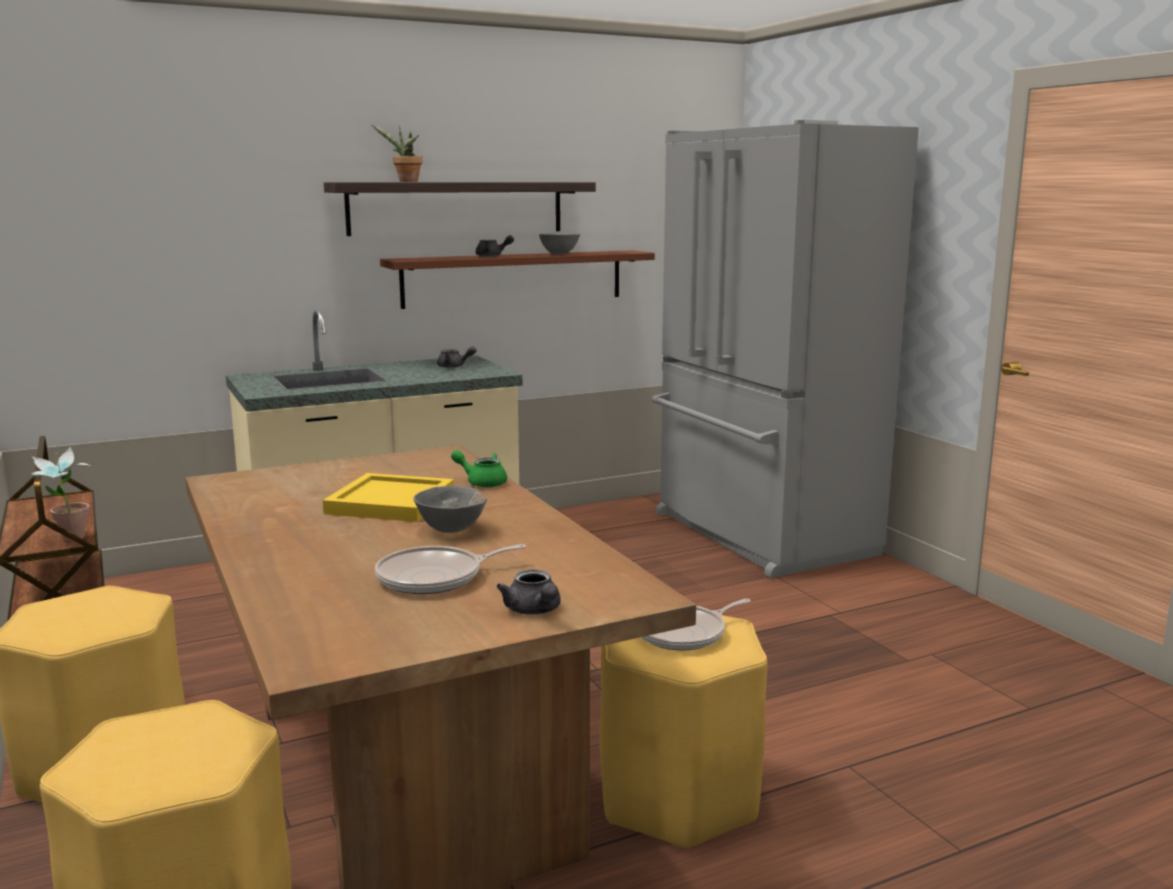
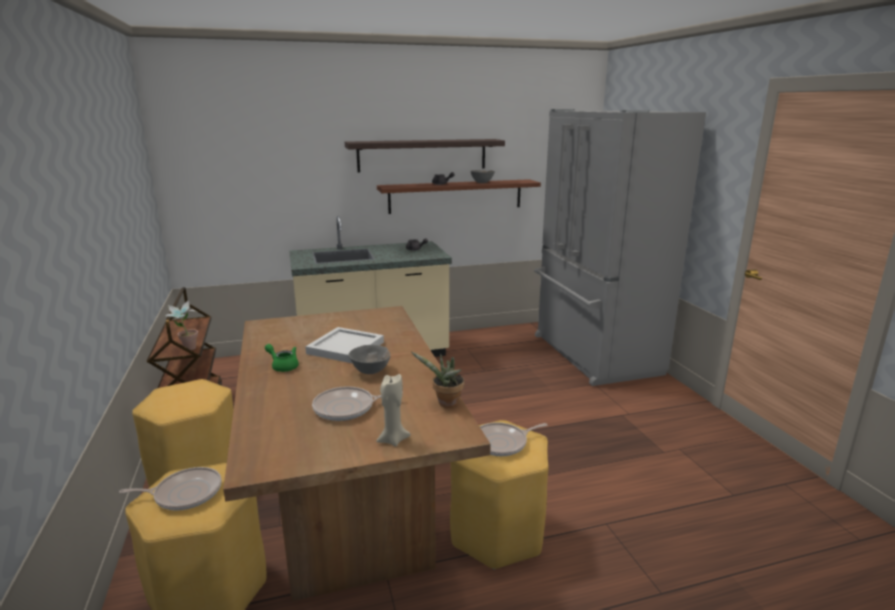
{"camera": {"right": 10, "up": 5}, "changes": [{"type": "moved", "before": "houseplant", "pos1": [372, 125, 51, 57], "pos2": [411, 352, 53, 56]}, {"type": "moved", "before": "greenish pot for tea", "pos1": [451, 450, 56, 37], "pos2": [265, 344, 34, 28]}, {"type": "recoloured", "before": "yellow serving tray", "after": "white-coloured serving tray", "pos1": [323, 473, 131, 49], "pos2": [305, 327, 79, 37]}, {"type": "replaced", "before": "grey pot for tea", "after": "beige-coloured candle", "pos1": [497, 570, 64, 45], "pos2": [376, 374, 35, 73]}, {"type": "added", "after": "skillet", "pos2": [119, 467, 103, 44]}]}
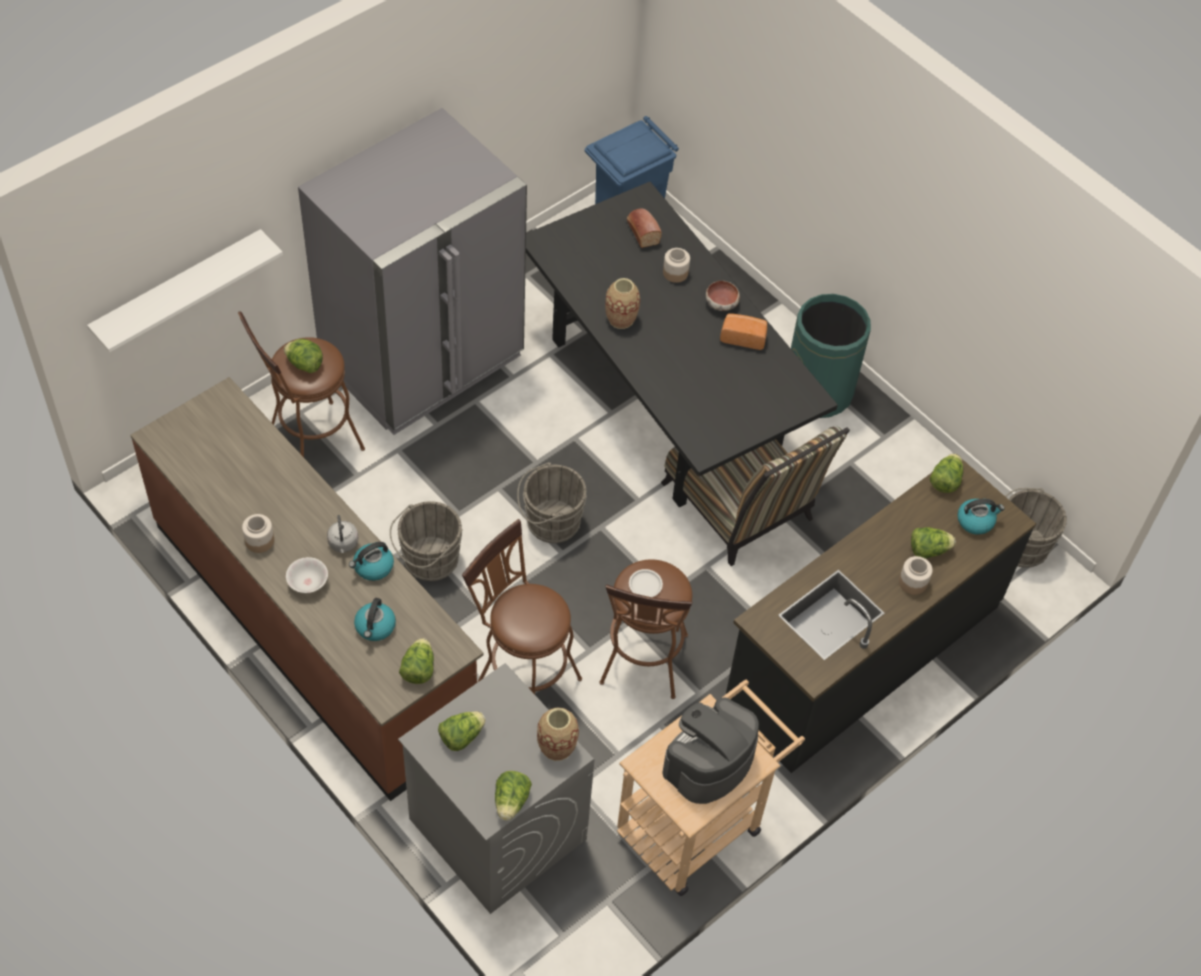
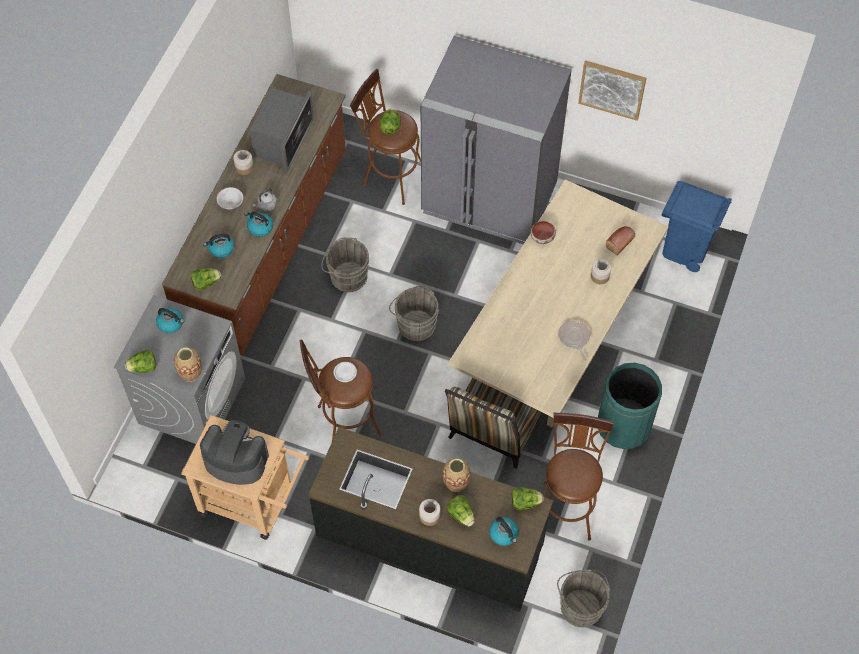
{"camera": {"right": 65, "up": 5}, "changes": [{"type": "recoloured", "before": "black dining table", "after": "beige-coloured dining table", "pos1": [526, 182, 312, 325], "pos2": [448, 179, 221, 248]}, {"type": "removed", "before": "white-coloured bracket shelf", "pos1": [87, 229, 196, 123]}, {"type": "moved", "before": "decorative vase", "pos1": [605, 278, 35, 51], "pos2": [443, 458, 27, 34]}, {"type": "moved", "before": "serving bowl", "pos1": [706, 281, 34, 30], "pos2": [531, 221, 25, 23]}, {"type": "replaced", "before": "baked bread", "after": "skillet", "pos1": [720, 314, 47, 36], "pos2": [558, 320, 32, 41]}, {"type": "moved", "before": "brownish stool", "pos1": [462, 519, 120, 175], "pos2": [543, 413, 71, 128]}, {"type": "replaced", "before": "head of lettuce", "after": "tea kettle", "pos1": [438, 711, 47, 40], "pos2": [156, 308, 28, 25]}, {"type": "added", "after": "wall picture", "pos2": [578, 60, 68, 61]}, {"type": "added", "after": "kitchen microwave", "pos2": [250, 88, 64, 86]}]}
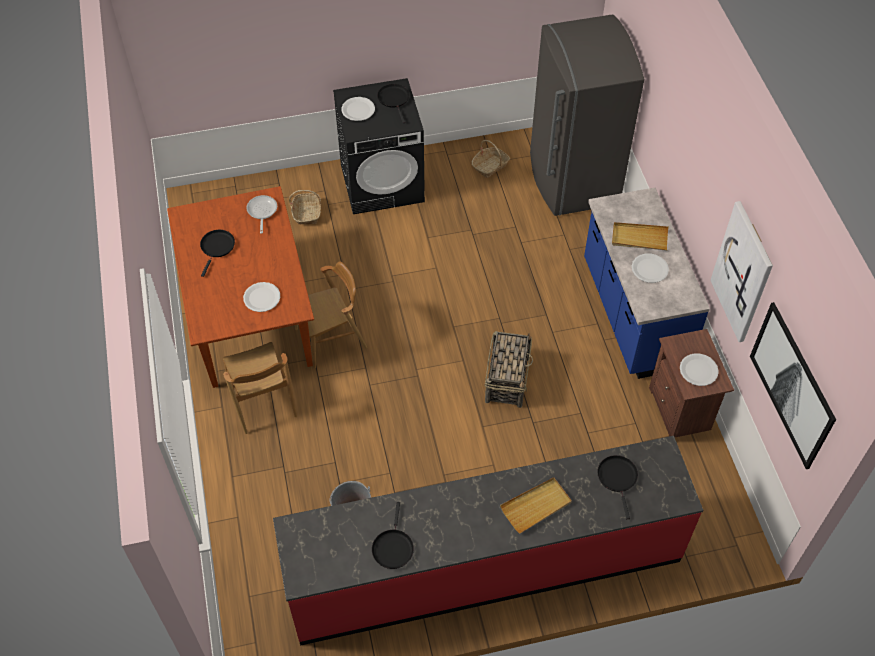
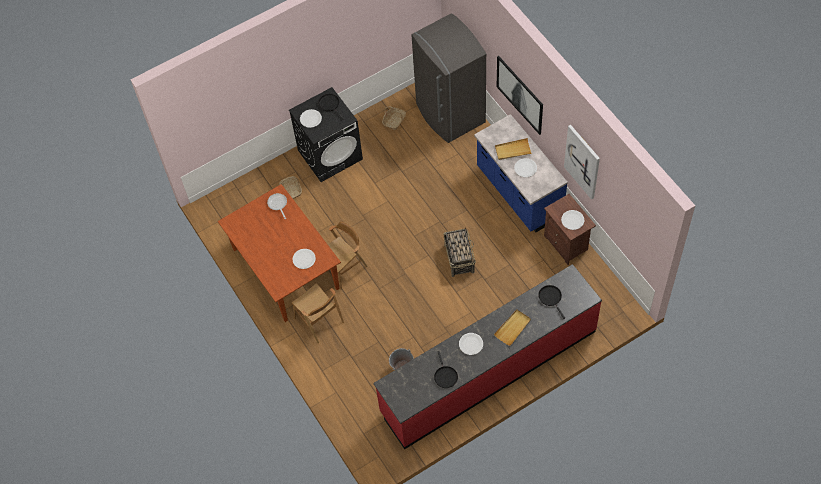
{"camera": {"right": -15, "up": 5}, "changes": [{"type": "removed", "before": "black skillet", "pos1": [200, 230, 35, 47]}, {"type": "moved", "before": "wall picture", "pos1": [750, 302, 86, 167], "pos2": [497, 56, 46, 79]}, {"type": "added", "after": "white-coloured dinner plate", "pos2": [459, 333, 24, 22]}]}
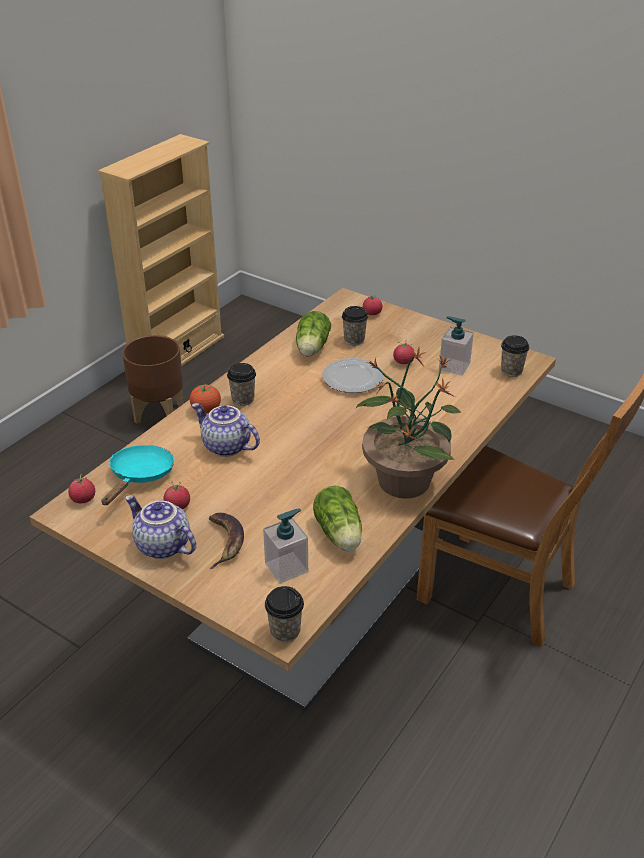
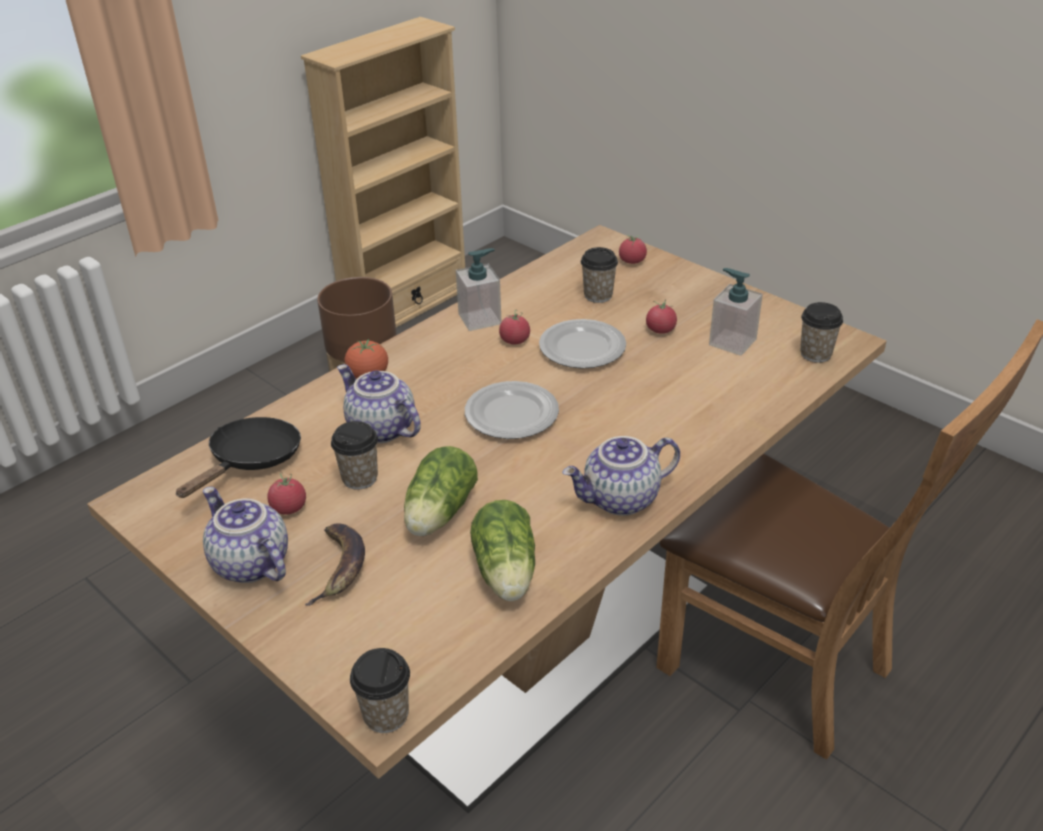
{"camera": {"right": 10, "up": 0}, "changes": [{"type": "moved", "before": "head of lettuce", "pos1": [296, 311, 35, 45], "pos2": [404, 446, 74, 90]}, {"type": "replaced", "before": "houseplant", "after": "pot for tea", "pos1": [355, 348, 106, 151], "pos2": [562, 436, 118, 80]}, {"type": "moved", "before": "small cup", "pos1": [227, 363, 29, 43], "pos2": [331, 421, 47, 69]}, {"type": "recoloured", "before": "blue-green skillet", "after": "black skillet", "pos1": [102, 445, 72, 60], "pos2": [176, 417, 125, 81]}, {"type": "moved", "before": "whole tomato", "pos1": [68, 474, 27, 29], "pos2": [499, 310, 31, 34]}, {"type": "moved", "before": "soap dispenser", "pos1": [263, 508, 45, 76], "pos2": [456, 248, 45, 83]}, {"type": "added", "after": "dinner plate", "pos2": [465, 381, 94, 58]}]}
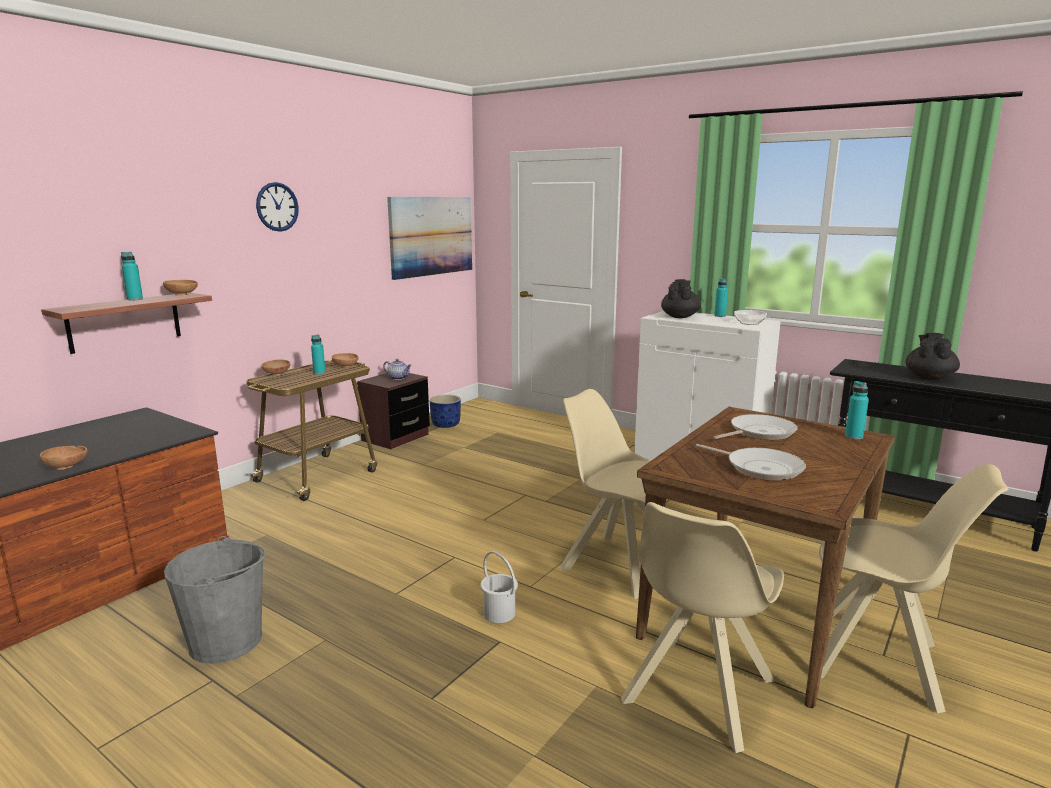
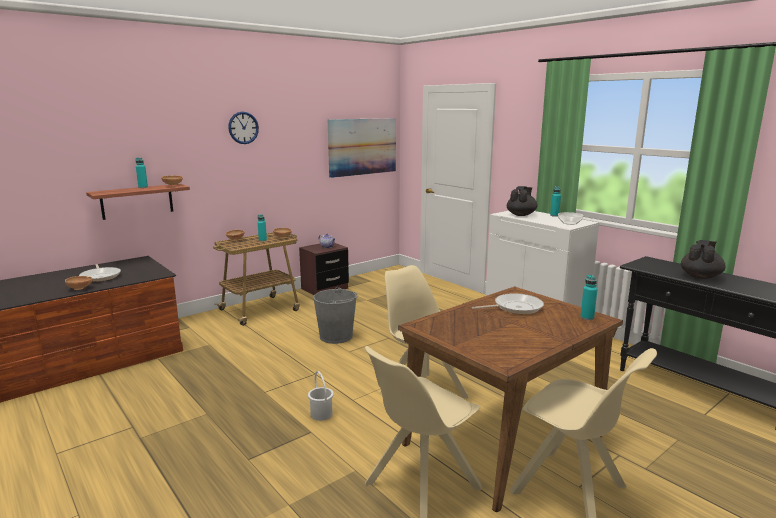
{"camera": {"right": 15, "up": 0}, "changes": [{"type": "removed", "before": "blue planter", "pos1": [429, 395, 32, 33]}, {"type": "moved", "before": "skillet", "pos1": [696, 444, 110, 37], "pos2": [79, 264, 42, 18]}, {"type": "moved", "before": "grey bucket", "pos1": [164, 536, 102, 128], "pos2": [313, 287, 45, 57]}]}
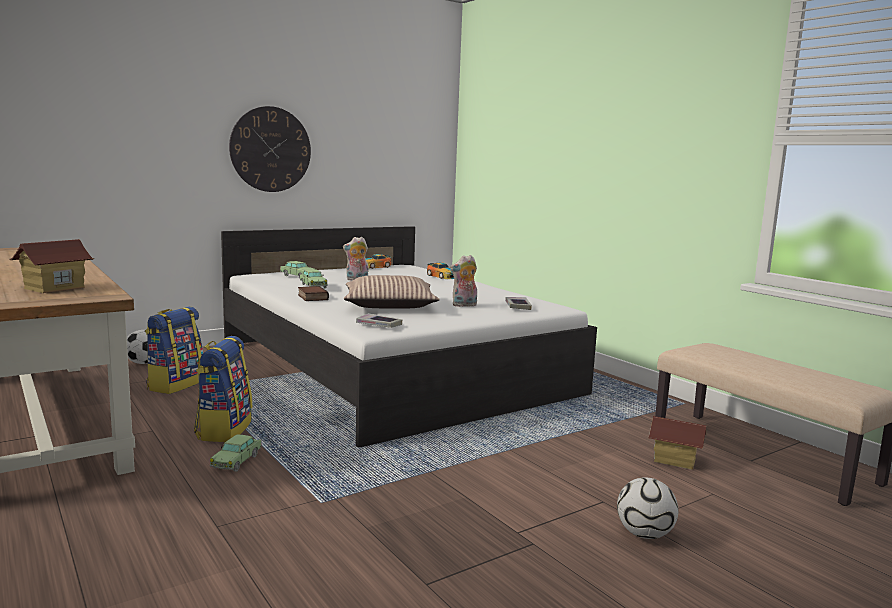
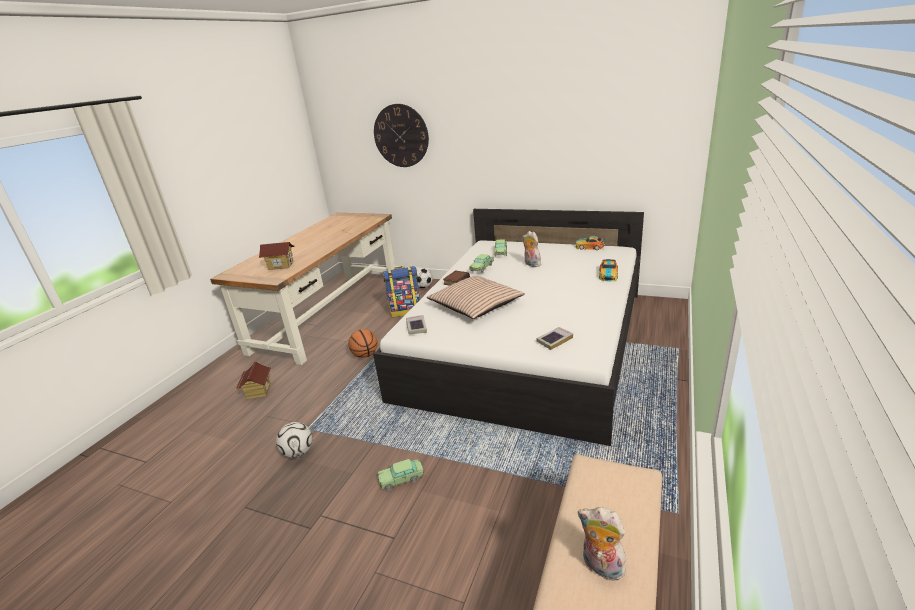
{"camera": {"right": 60, "up": 15}, "changes": [{"type": "moved", "before": "hanging clock", "pos1": [229, 106, 82, 86], "pos2": [374, 104, 55, 63]}, {"type": "moved", "before": "plush toy", "pos1": [450, 255, 27, 52], "pos2": [578, 507, 50, 75]}, {"type": "replaced", "before": "backpack", "after": "basketball ball", "pos1": [194, 336, 58, 106], "pos2": [348, 329, 30, 29]}, {"type": "moved", "before": "miniature house", "pos1": [649, 416, 57, 54], "pos2": [236, 361, 35, 38]}, {"type": "moved", "before": "toy car", "pos1": [210, 434, 51, 38], "pos2": [378, 459, 46, 32]}, {"type": "moved", "before": "ball for football", "pos1": [617, 477, 61, 62], "pos2": [276, 422, 37, 36]}]}
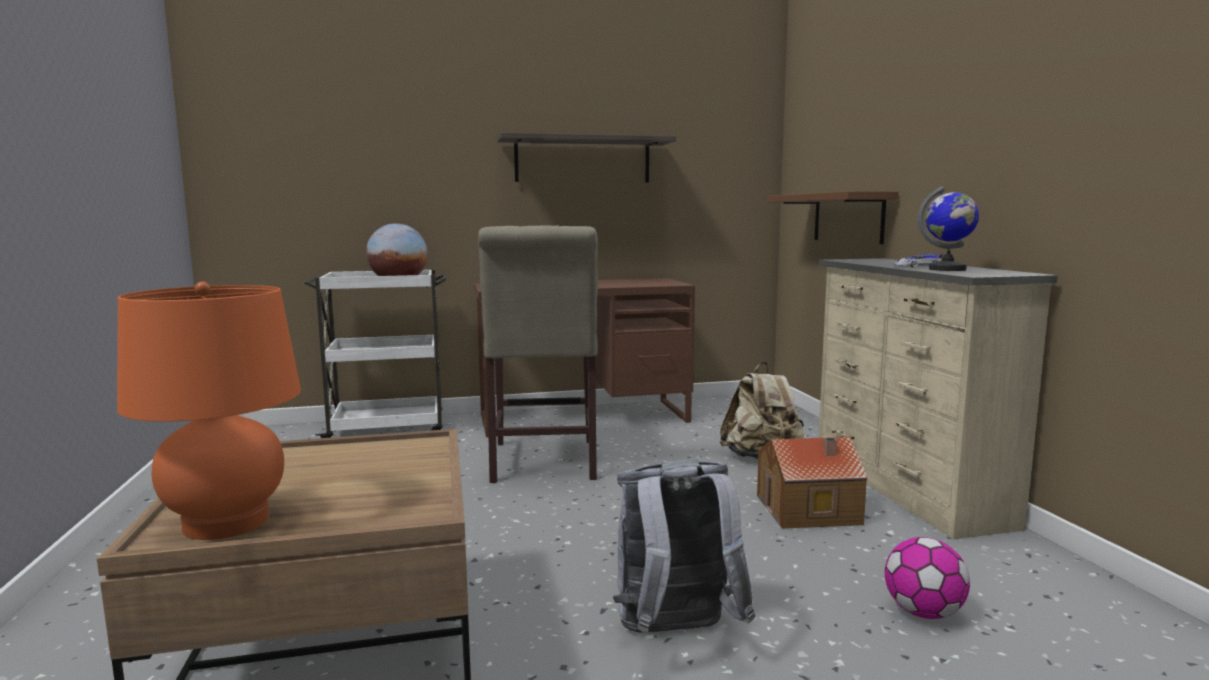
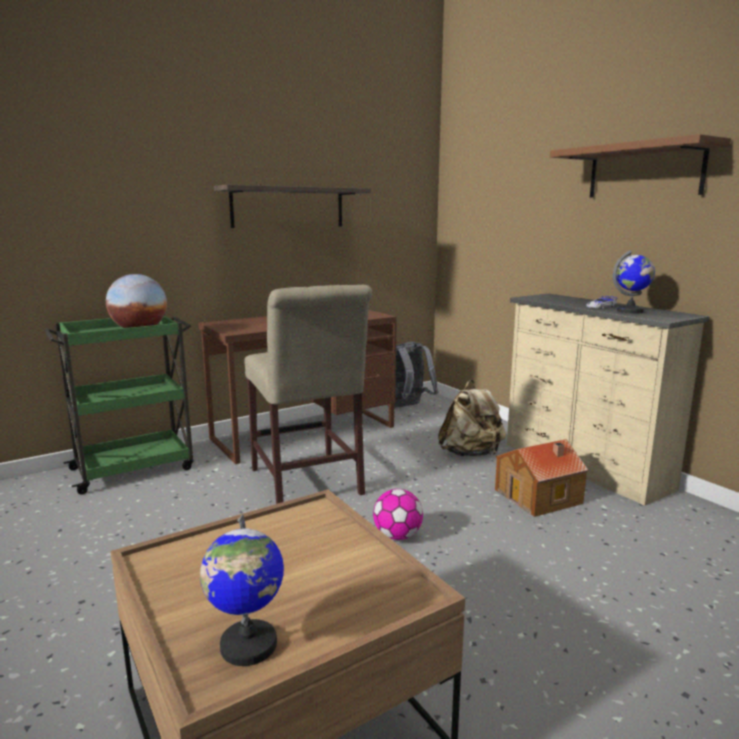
{"camera": {"right": -20, "up": 5}, "changes": [{"type": "moved", "before": "brownish bracket shelf", "pos1": [767, 191, 132, 53], "pos2": [550, 134, 181, 63]}, {"type": "recoloured", "before": "white-coloured cart", "after": "greenish cart", "pos1": [304, 269, 143, 169], "pos2": [44, 315, 150, 180]}, {"type": "replaced", "before": "orange-coloured tabletop lamp", "after": "world globe", "pos1": [117, 282, 184, 258], "pos2": [200, 515, 84, 151]}, {"type": "moved", "before": "grey backpack", "pos1": [613, 460, 143, 173], "pos2": [387, 341, 51, 67]}, {"type": "moved", "before": "ball for football", "pos1": [885, 537, 85, 82], "pos2": [373, 489, 50, 51]}]}
